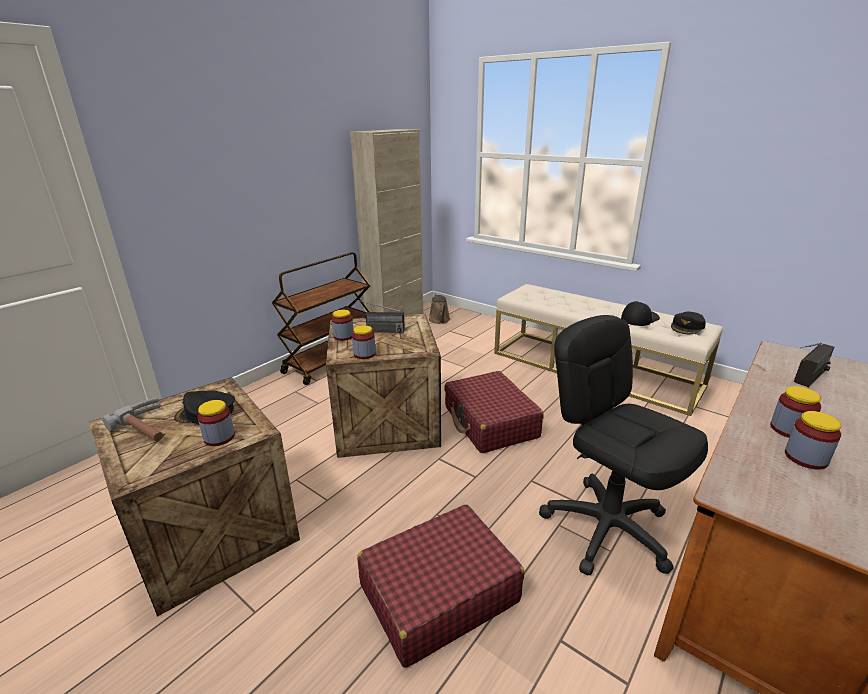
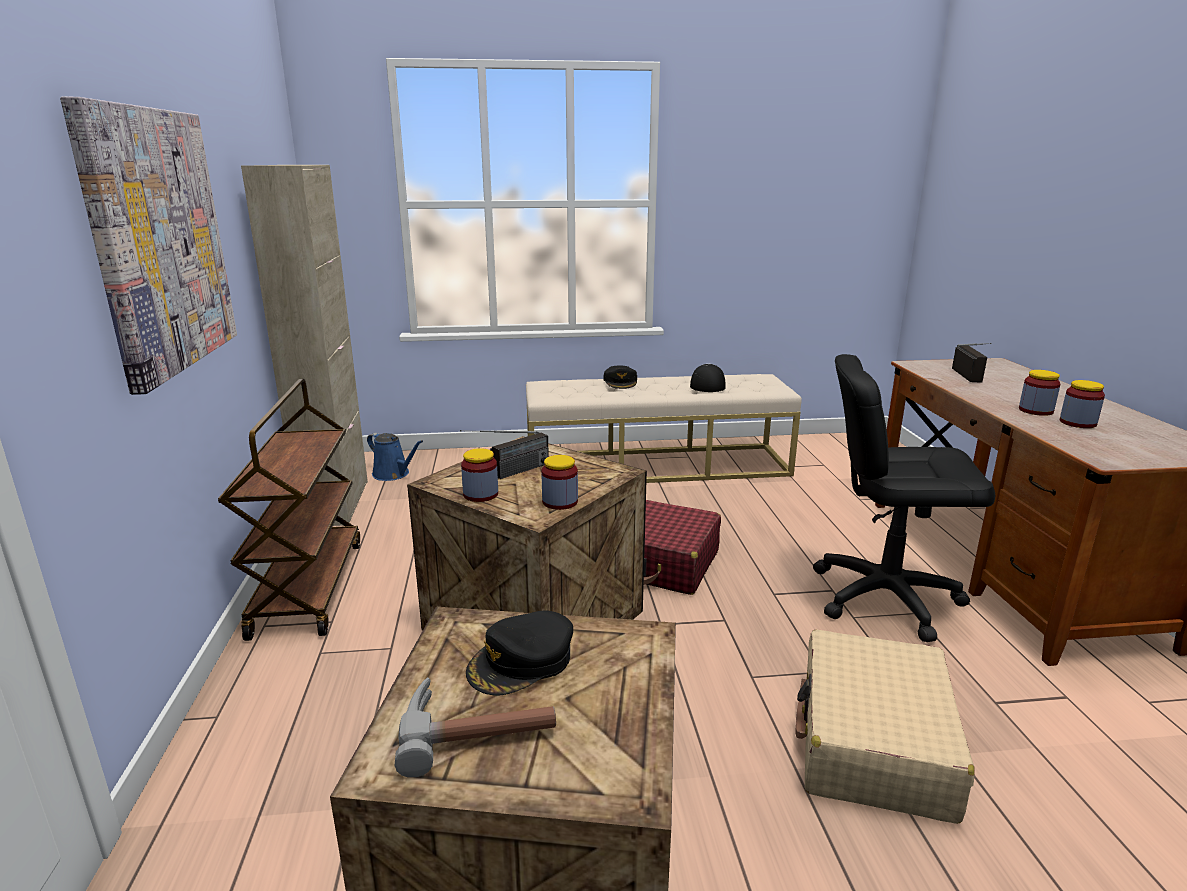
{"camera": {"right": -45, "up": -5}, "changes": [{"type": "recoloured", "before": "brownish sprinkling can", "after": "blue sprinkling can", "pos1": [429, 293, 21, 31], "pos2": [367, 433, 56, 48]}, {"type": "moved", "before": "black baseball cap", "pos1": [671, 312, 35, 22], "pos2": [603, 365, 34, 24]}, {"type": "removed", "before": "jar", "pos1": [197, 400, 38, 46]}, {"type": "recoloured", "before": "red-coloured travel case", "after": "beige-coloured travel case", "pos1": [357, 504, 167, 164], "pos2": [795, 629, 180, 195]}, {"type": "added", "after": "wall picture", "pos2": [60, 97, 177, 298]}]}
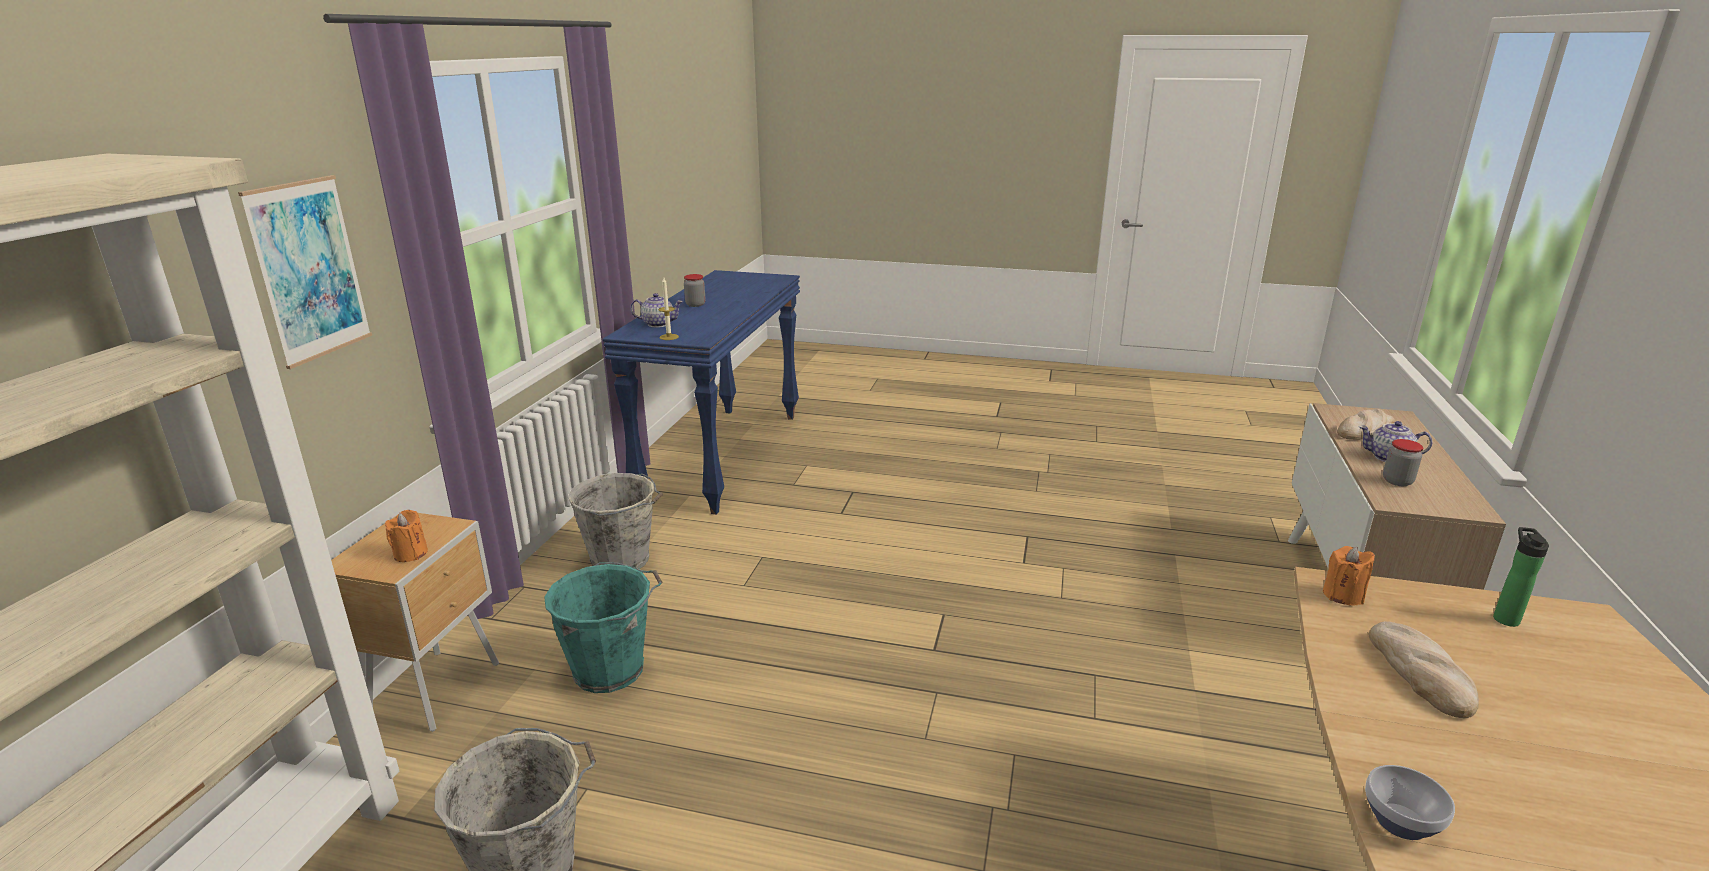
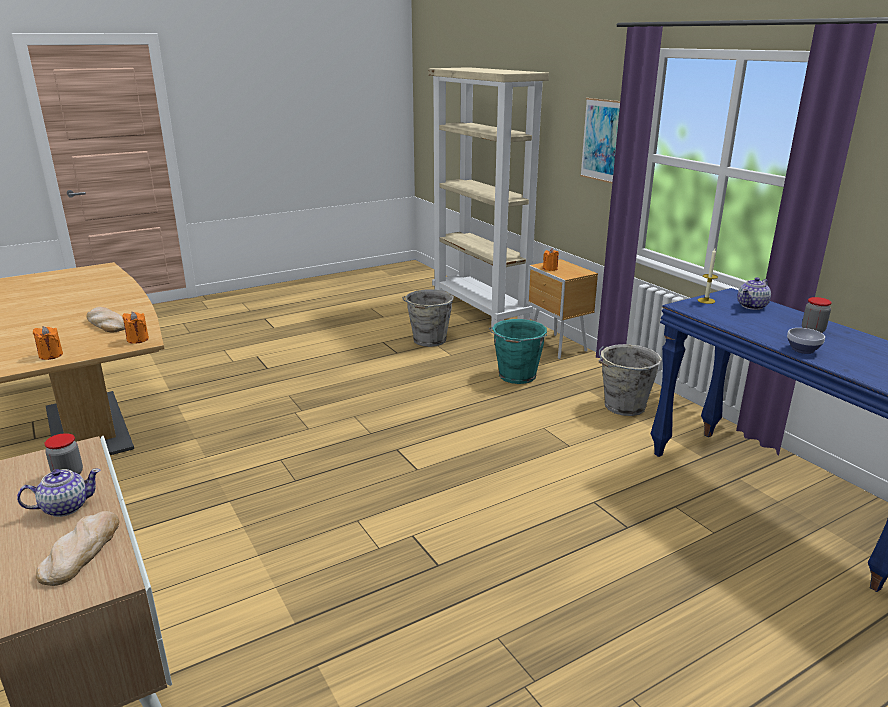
{"camera": {"right": 135, "up": 0}, "changes": [{"type": "replaced", "before": "beverage bottle", "after": "orange-coloured candle", "pos1": [1493, 527, 56, 100], "pos2": [33, 326, 30, 34]}, {"type": "moved", "before": "serving bowl", "pos1": [1365, 765, 90, 75], "pos2": [787, 328, 38, 26]}]}
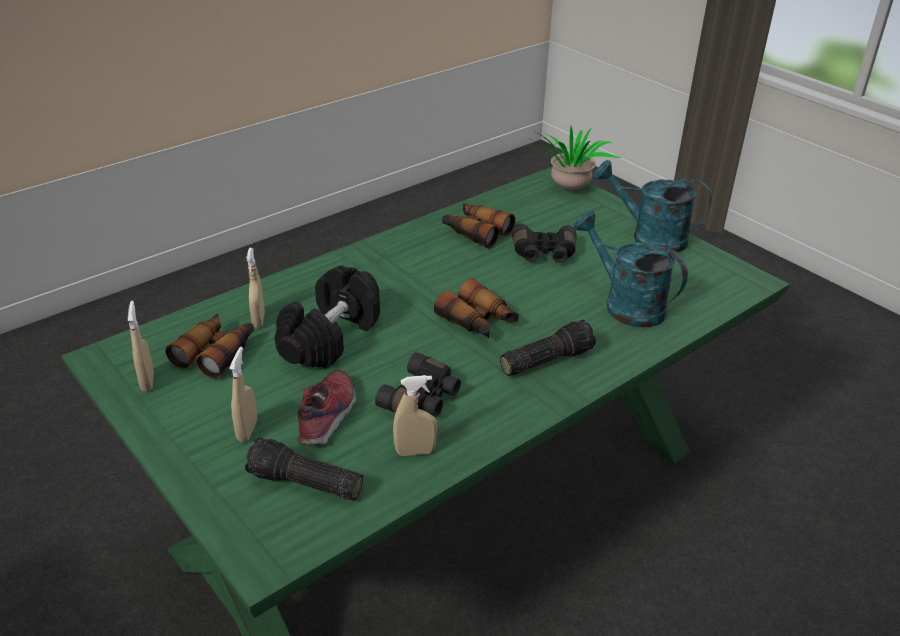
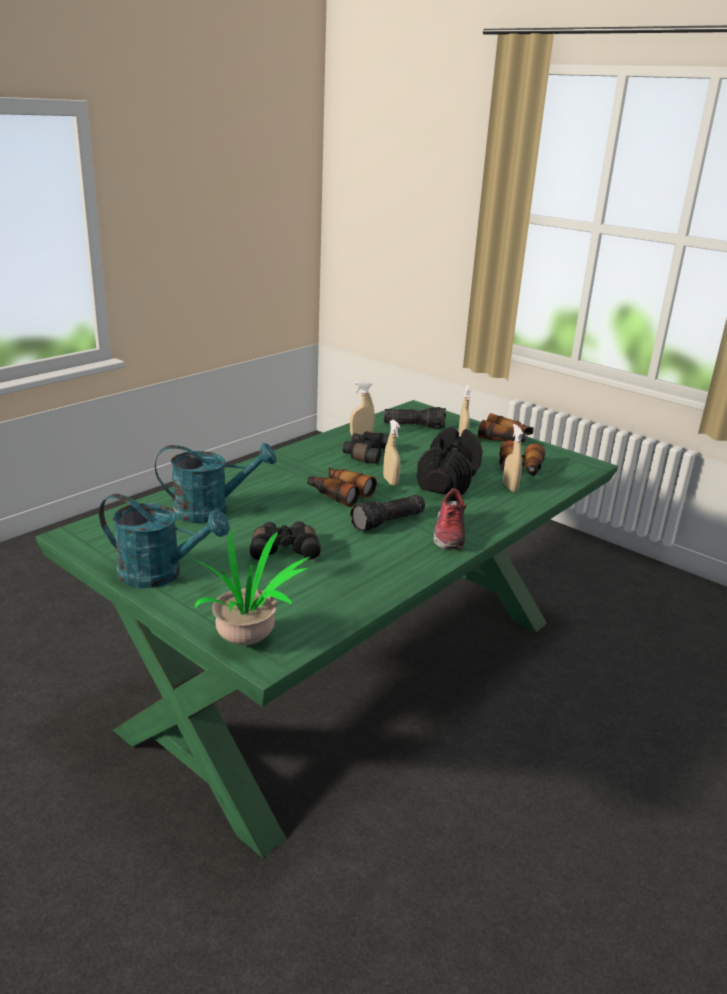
{"camera": {"right": 170, "up": -10}, "changes": [{"type": "moved", "before": "pair of binoculars", "pos1": [442, 203, 73, 46], "pos2": [478, 413, 56, 30]}, {"type": "turned", "before": "blue-green sprinkling can", "pos1": [574, 211, 114, 117], "pos2": [155, 443, 122, 80], "turn": -45}, {"type": "moved", "before": "beige-coloured spray bottle", "pos1": [128, 301, 26, 91], "pos2": [383, 420, 17, 65]}, {"type": "moved", "before": "hand torch", "pos1": [500, 320, 96, 56], "pos2": [350, 495, 75, 36]}, {"type": "moved", "before": "item of footwear", "pos1": [297, 370, 60, 76], "pos2": [433, 488, 33, 61]}]}
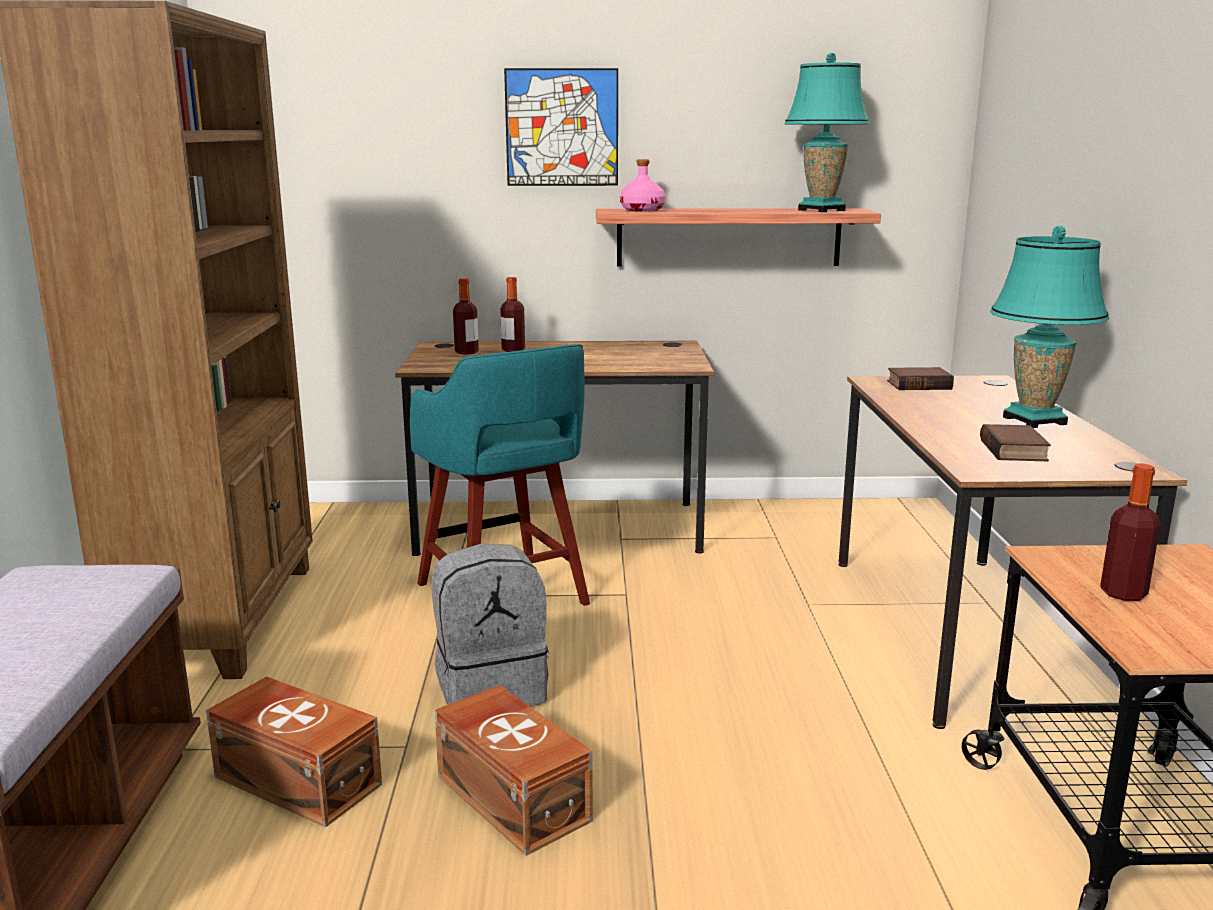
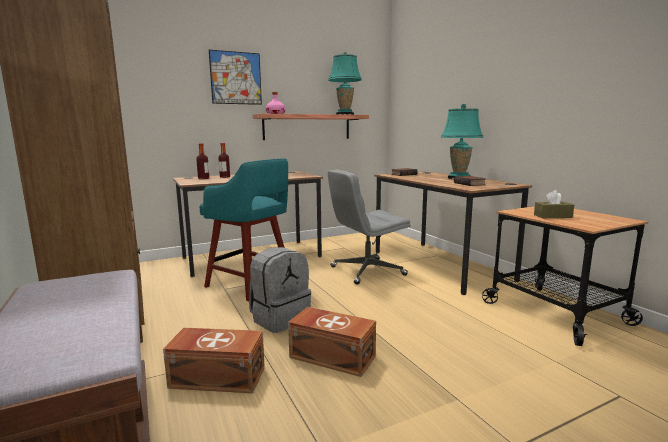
{"camera": {"right": -25, "up": -5}, "changes": [{"type": "replaced", "before": "beverage bottle", "after": "brownish box of tissues", "pos1": [1100, 464, 60, 137], "pos2": [534, 190, 40, 28]}, {"type": "added", "after": "grey computer chair", "pos2": [328, 170, 83, 115]}]}
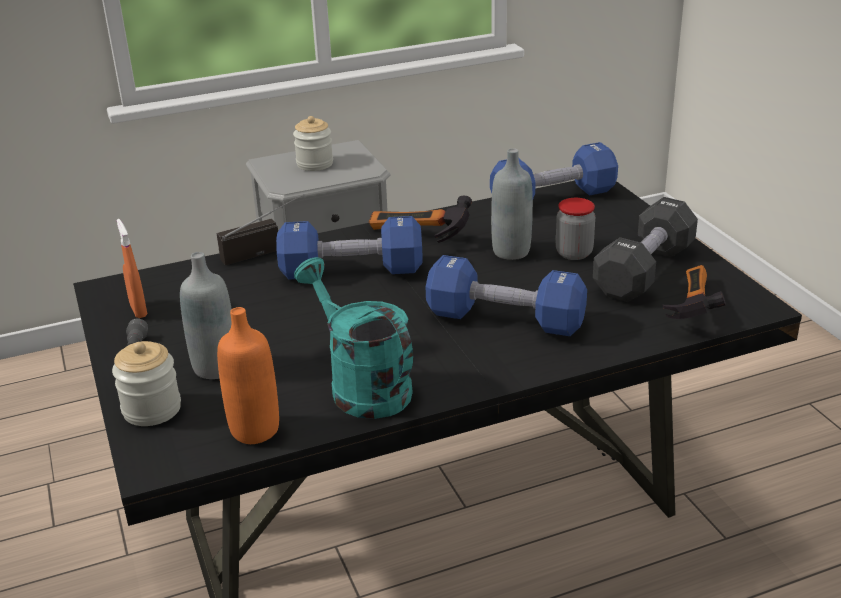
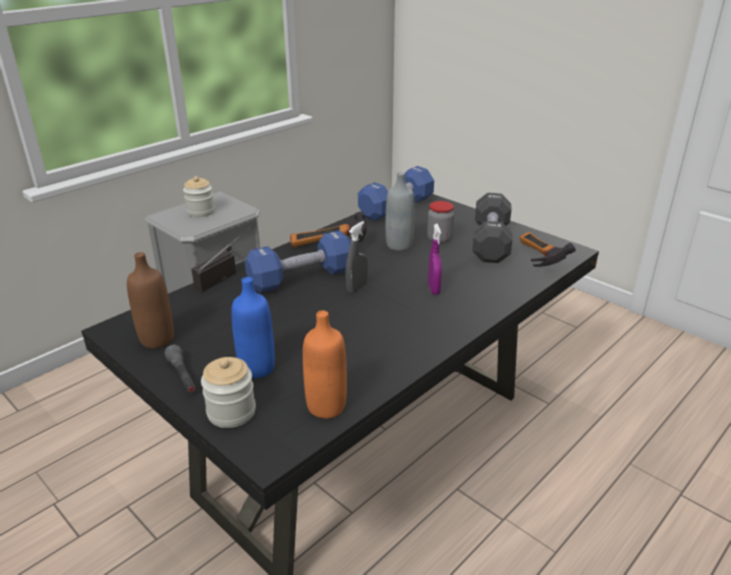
{"camera": {"right": -25, "up": 0}, "changes": [{"type": "replaced", "before": "orange-coloured spray bottle", "after": "brownish beverage bottle", "pos1": [117, 219, 30, 99], "pos2": [127, 252, 47, 97]}, {"type": "recoloured", "before": "grey beverage bottle", "after": "blue beverage bottle", "pos1": [180, 252, 52, 127], "pos2": [231, 277, 44, 101]}, {"type": "replaced", "before": "blue hand weight", "after": "purple spray bottle", "pos1": [426, 255, 161, 81], "pos2": [428, 224, 14, 71]}, {"type": "removed", "before": "blue-green sprinkling can", "pos1": [294, 257, 119, 162]}, {"type": "added", "after": "grey spray bottle", "pos2": [345, 221, 23, 73]}]}
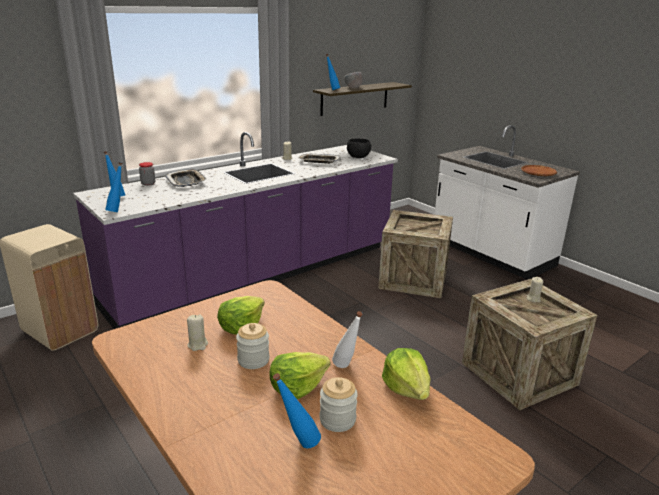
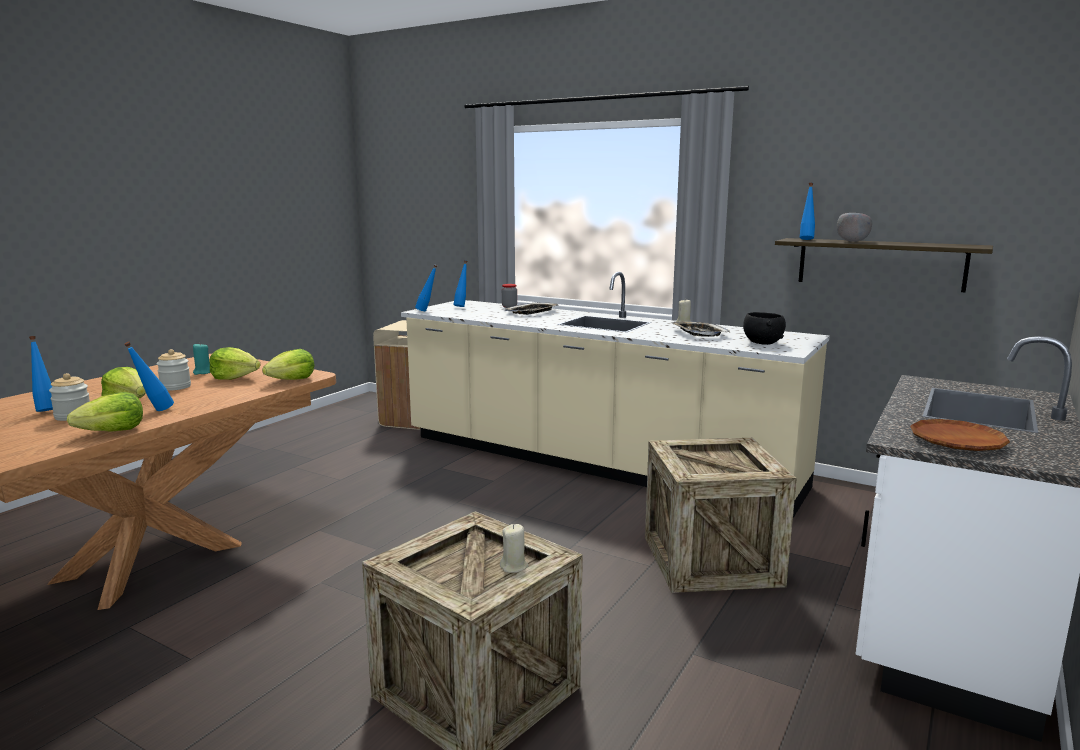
{"camera": {"right": 70, "up": -10}, "changes": [{"type": "recoloured", "before": "purple kitchen base unit", "after": "beige-coloured kitchen base unit", "pos1": [73, 132, 325, 197], "pos2": [401, 272, 428, 246]}, {"type": "recoloured", "before": "white-coloured beverage bottle", "after": "blue beverage bottle", "pos1": [332, 311, 31, 57], "pos2": [124, 342, 50, 69]}, {"type": "recoloured", "before": "beige-coloured candle", "after": "blue-green candle", "pos1": [187, 314, 21, 37], "pos2": [193, 344, 18, 31]}, {"type": "added", "after": "head of lettuce", "pos2": [262, 349, 52, 31]}]}
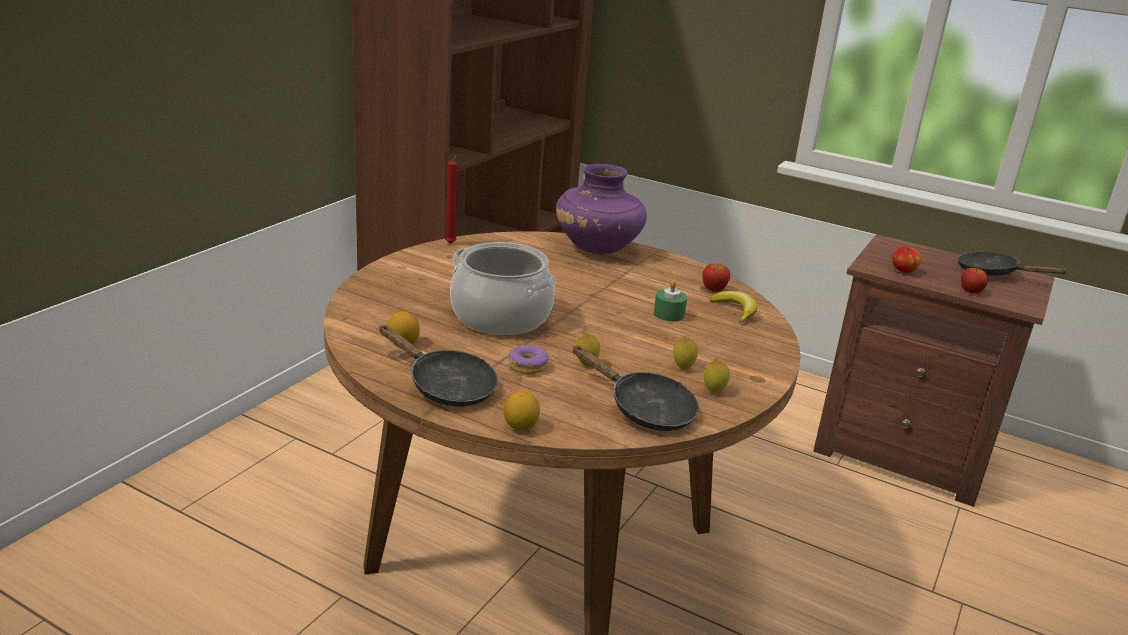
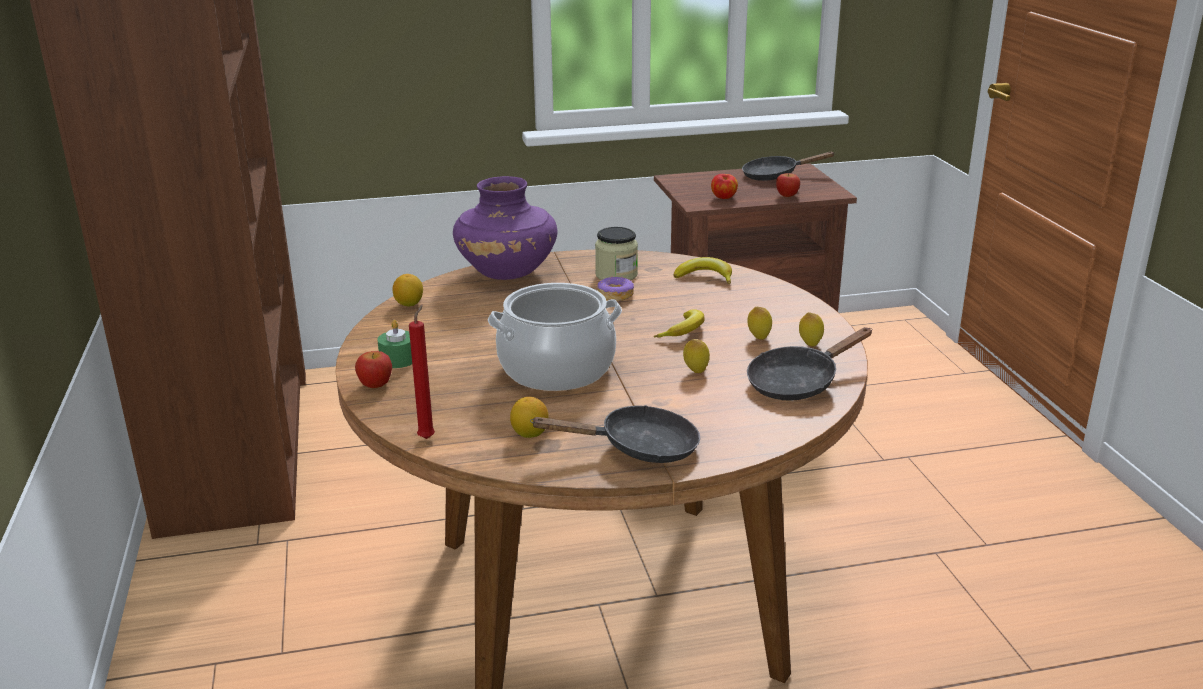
{"camera": {"right": -40, "up": 0}, "changes": [{"type": "moved", "before": "red-coloured candle", "pos1": [445, 153, 17, 91], "pos2": [409, 304, 26, 135]}, {"type": "moved", "before": "apple", "pos1": [702, 264, 28, 28], "pos2": [355, 351, 37, 37]}, {"type": "moved", "before": "greenish candle", "pos1": [654, 280, 33, 41], "pos2": [378, 320, 34, 48]}, {"type": "moved", "before": "donut", "pos1": [508, 345, 41, 29], "pos2": [597, 277, 37, 24]}, {"type": "turned", "before": "black skillet", "pos1": [572, 346, 127, 85], "pos2": [747, 327, 125, 74], "turn": 150}, {"type": "moved", "before": "whole lemon", "pos1": [504, 391, 36, 40], "pos2": [393, 274, 30, 33]}, {"type": "added", "after": "jar", "pos2": [595, 227, 43, 53]}, {"type": "added", "after": "banana fruit", "pos2": [654, 309, 50, 29]}]}
